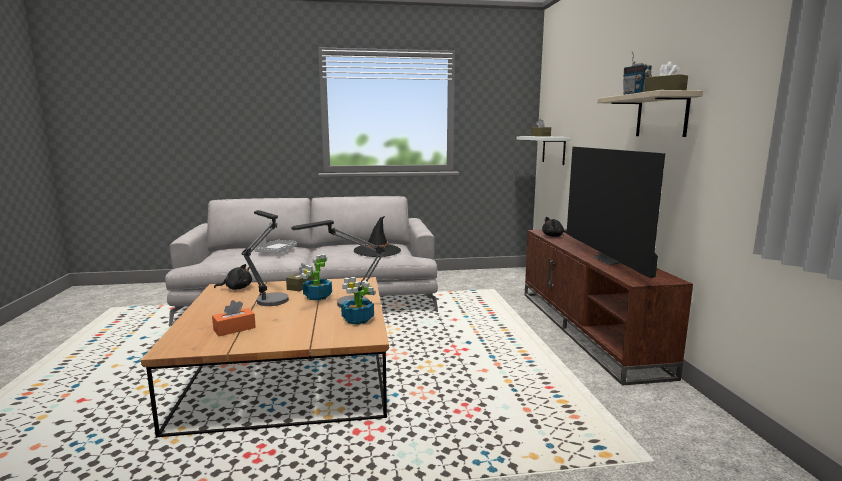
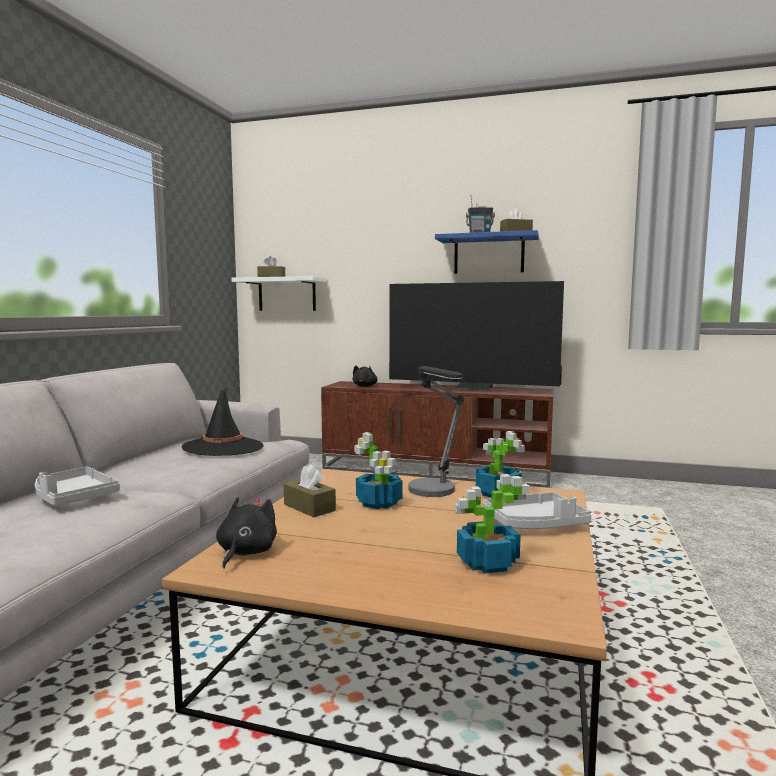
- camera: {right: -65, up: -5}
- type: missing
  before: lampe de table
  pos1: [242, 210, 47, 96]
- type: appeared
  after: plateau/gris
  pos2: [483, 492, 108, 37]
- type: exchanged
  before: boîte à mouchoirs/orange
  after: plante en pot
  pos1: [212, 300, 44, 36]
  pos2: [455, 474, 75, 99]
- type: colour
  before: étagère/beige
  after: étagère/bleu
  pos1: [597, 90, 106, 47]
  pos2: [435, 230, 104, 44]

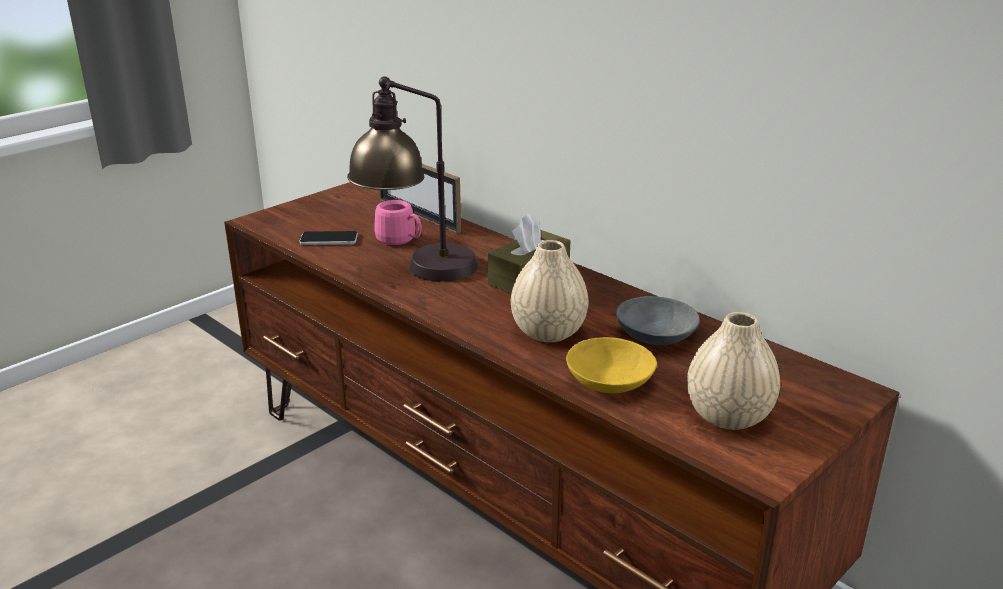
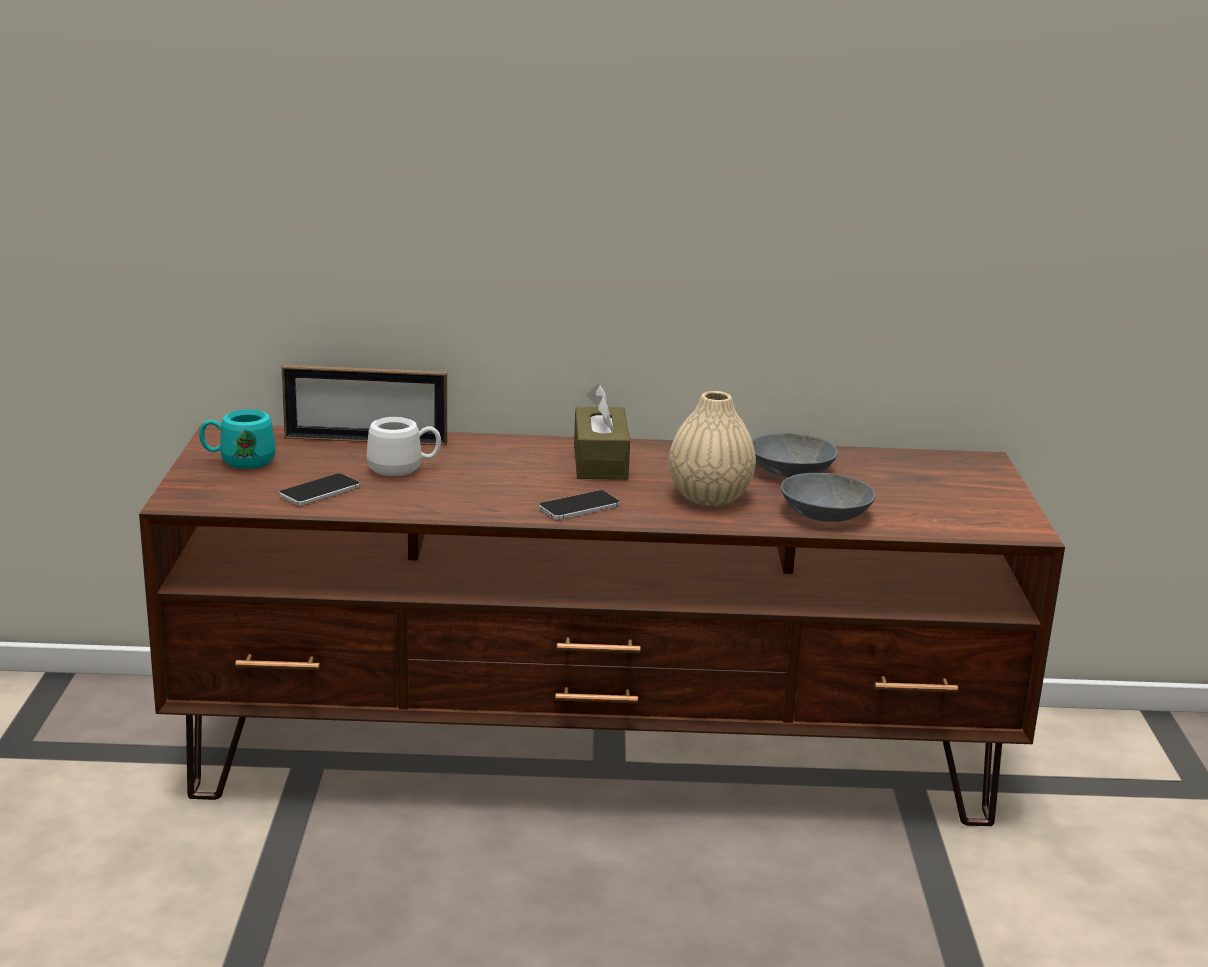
- camera: {right: -45, up: -5}
- type: missing
  before: lampe de table
  pos1: [347, 76, 131, 206]
- type: missing
  before: vase/beige
  pos1: [687, 312, 93, 118]
- type: appeared
  after: mug/turquoise
  pos2: [199, 409, 77, 60]
- type: appeared
  after: téléphone
  pos2: [539, 490, 81, 30]
- type: colour
  before: mug/rose
  after: mug/blanc
  pos1: [374, 200, 48, 45]
  pos2: [367, 417, 74, 59]
- type: colour
  before: bol/jaune
  after: bol/gris
  pos1: [566, 337, 91, 56]
  pos2: [781, 473, 95, 49]

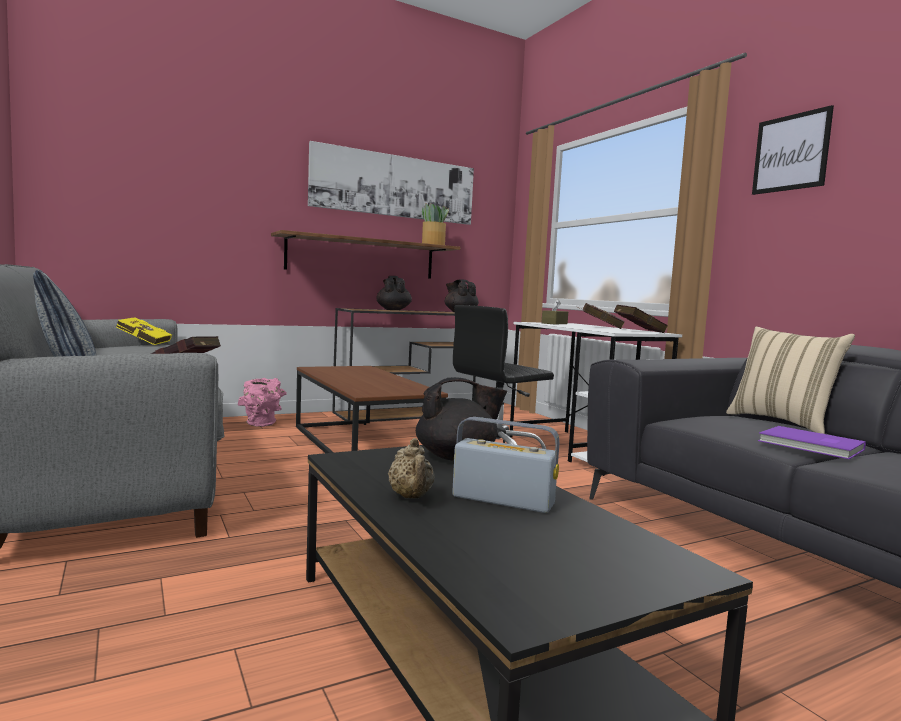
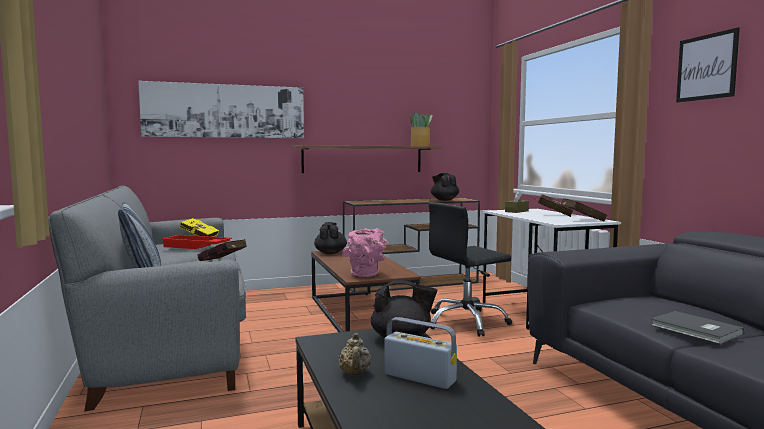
- camera: {right: 10, up: 0}
- type: missing
  before: coussin/beige
  pos1: [726, 327, 129, 107]
- type: appeared
  after: plateau/rouge
  pos2: [161, 235, 71, 14]
- type: relocated
  before: vase/rose
  pos1: [238, 378, 49, 49]
  pos2: [342, 228, 47, 49]
- type: relocated
  before: tableau
  pos1: [308, 141, 166, 84]
  pos2: [138, 81, 166, 57]
- type: relocated
  before: théière/noir
  pos1: [376, 276, 36, 34]
  pos2: [314, 222, 33, 32]
- type: colour
  before: livre/violet
  after: livre/gris
  pos1: [758, 426, 108, 33]
  pos2: [651, 311, 93, 33]

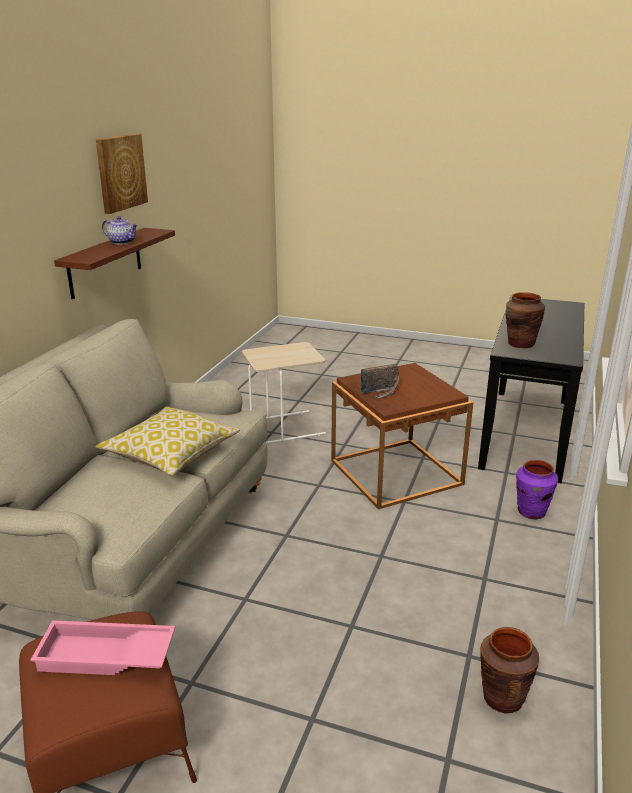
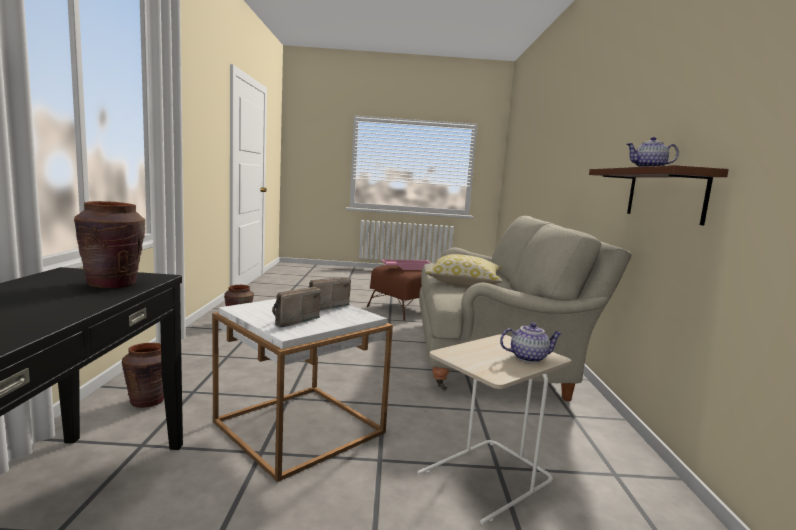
- camera: {right: 160, up: -15}
- type: missing
  before: tableau
  pos1: [96, 134, 52, 80]
- type: appeared
  after: radio
  pos2: [272, 287, 49, 41]
- type: appeared
  after: théière
  pos2: [500, 322, 62, 41]
- type: colour
  before: table d'appoint/marron
  after: table d'appoint/blanc
  pos1: [331, 363, 142, 146]
  pos2: [212, 299, 181, 183]
- type: colour
  before: vase/violet
  after: vase/marron
  pos1: [516, 460, 42, 59]
  pos2: [121, 343, 43, 65]

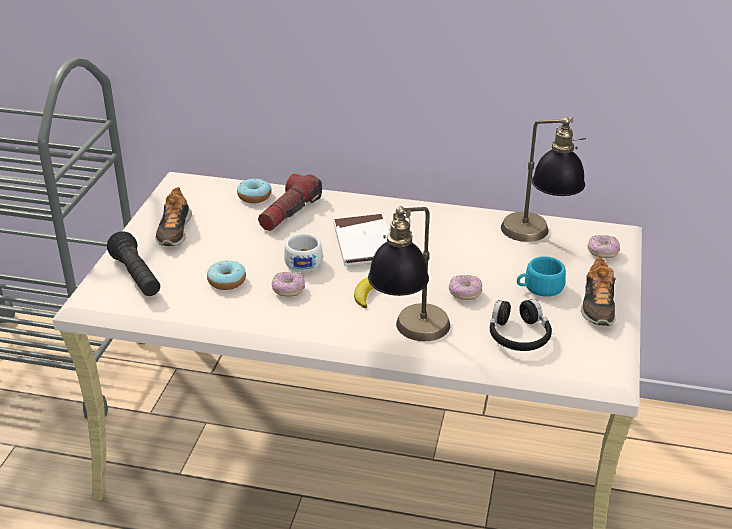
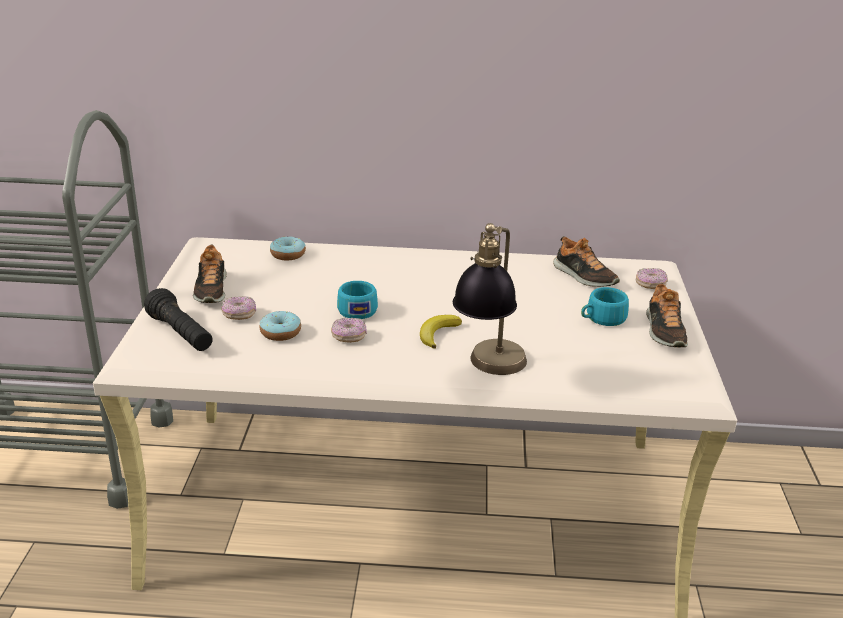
- camera: {right: -10, up: -5}
- type: missing
  before: lampe de poche
  pos1: [258, 174, 64, 57]
- type: missing
  before: livre/blanc
  pos1: [333, 214, 56, 52]
- type: missing
  before: casque audio/noir
  pos1: [490, 299, 62, 52]
- type: relocated
  before: beignet
  pos1: [449, 275, 33, 25]
  pos2: [221, 296, 35, 24]
- type: exchanged
  before: lampe de table
  after: chaussure
  pos1: [501, 116, 85, 126]
  pos2: [553, 236, 67, 51]
- type: colour
  before: tasse/blanc
  after: tasse/turquoise
  pos1: [284, 234, 39, 38]
  pos2: [337, 281, 41, 38]

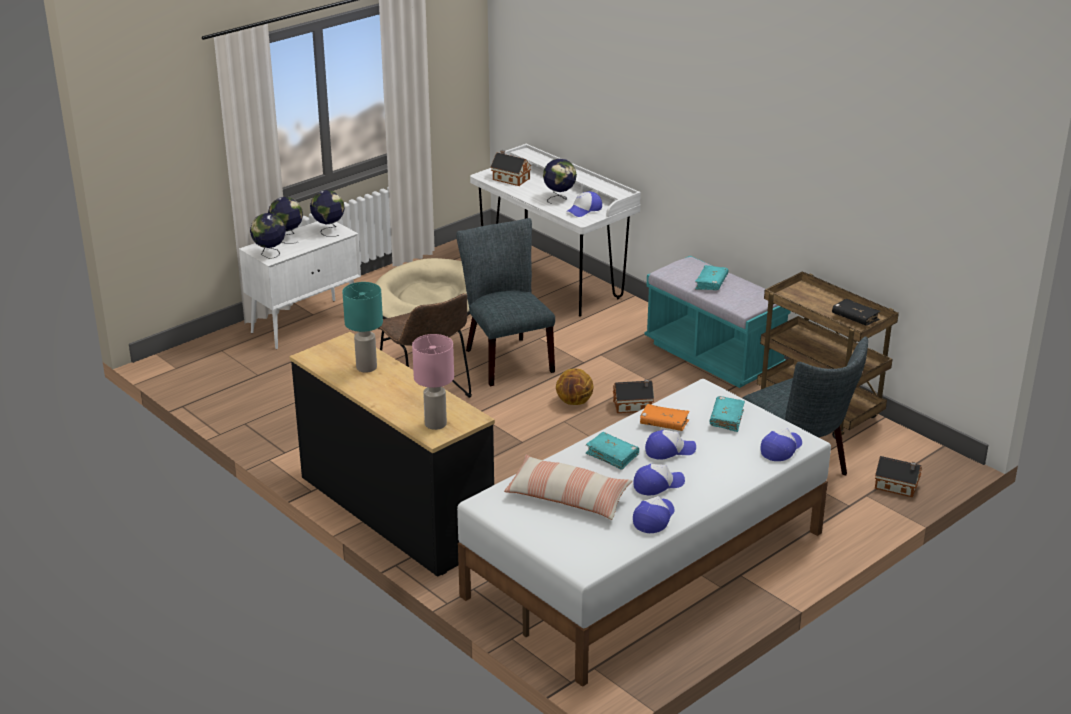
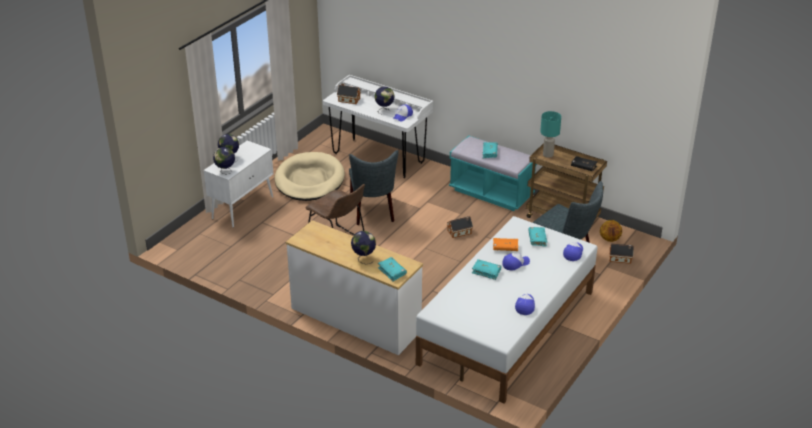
- camera: {right: -15, up: 5}
- type: missing
  before: coussin
  pos1: [504, 455, 128, 65]
- type: missing
  before: casquette
  pos1: [633, 464, 52, 32]
- type: relocated
  before: globe
  pos1: [310, 190, 35, 47]
  pos2: [351, 231, 25, 33]
- type: relocated
  before: lampe de table/turquoise
  pos1: [342, 282, 41, 91]
  pos2: [540, 111, 21, 47]
- type: relocated
  before: ballon de basket
  pos1: [556, 368, 38, 37]
  pos2: [600, 220, 22, 22]
- type: exchanged
  before: lampe de table/rose
  after: livre/turquoise
  pos1: [412, 334, 42, 96]
  pos2: [378, 257, 29, 25]
- type: colour
  before: commode/noir
  after: commode/blanc
  pos1: [289, 332, 206, 245]
  pos2: [286, 220, 137, 135]
- type: spun
  before: chaise/gris
  pos1: [456, 218, 99, 168]
  pos2: [349, 150, 50, 75]
  turn: -150

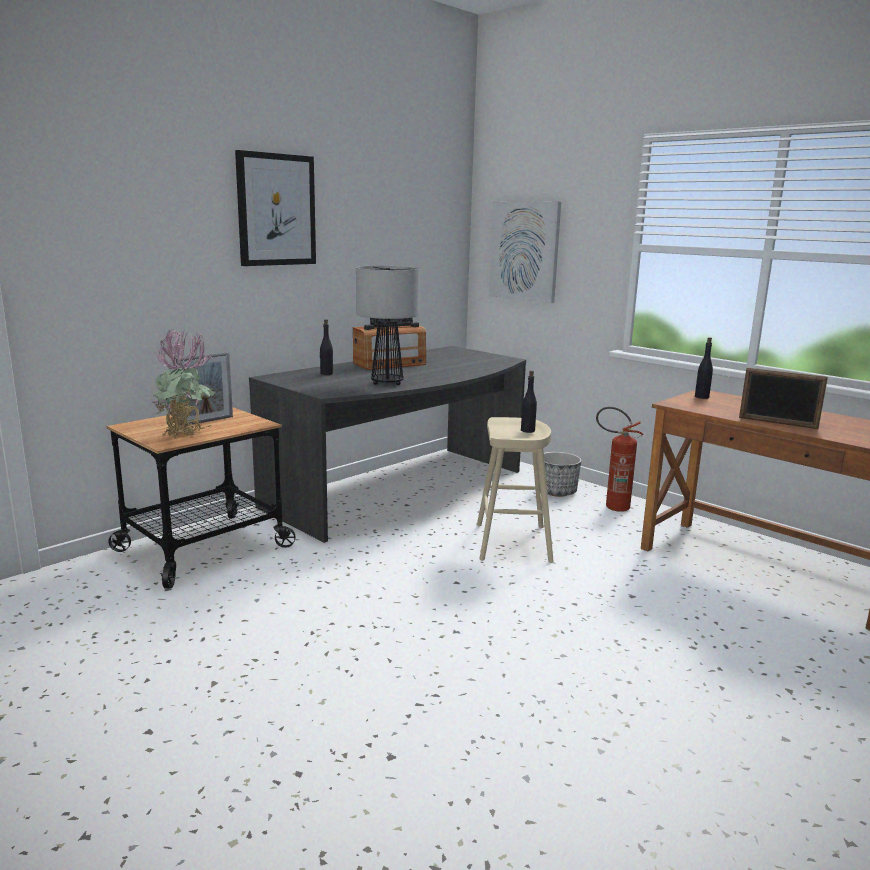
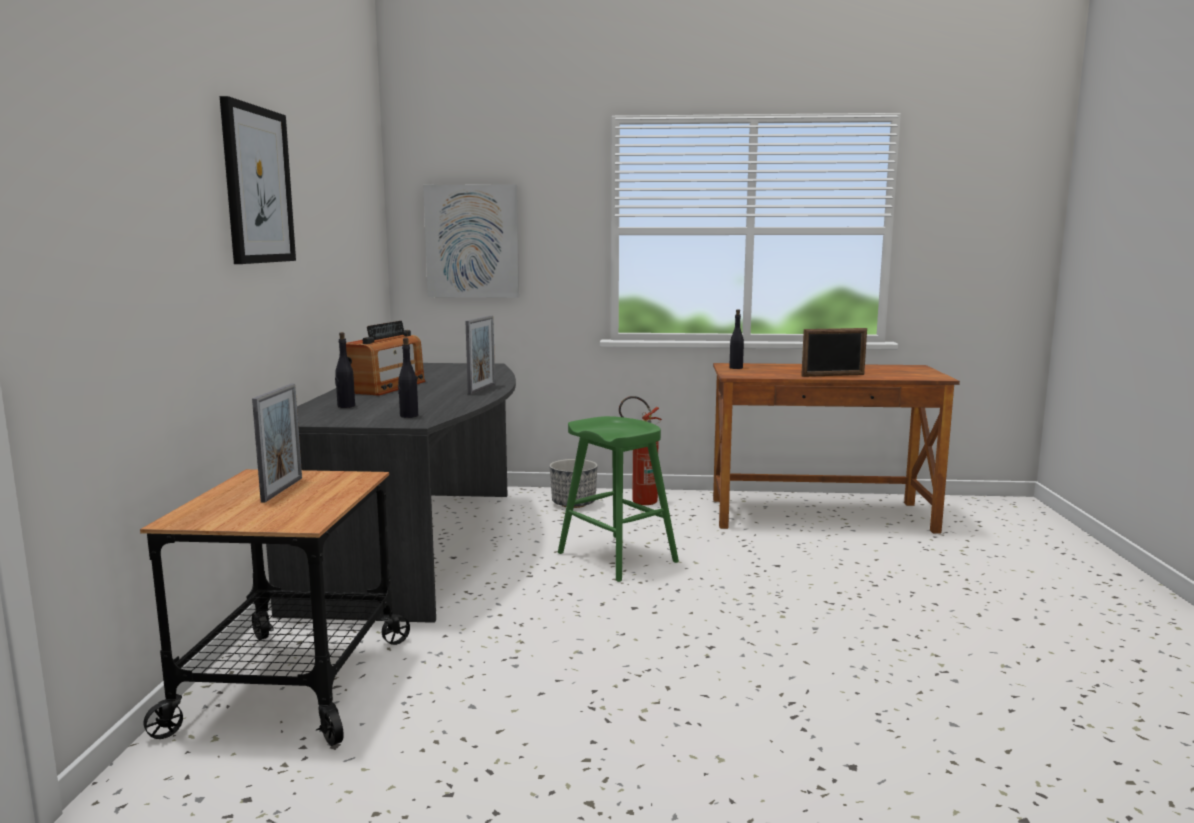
- camera: {right: -40, up: -5}
- type: missing
  before: plante en pot
  pos1: [151, 328, 65, 111]
- type: missing
  before: lampe de table
  pos1: [356, 266, 64, 119]
- type: appeared
  after: cadre photo
  pos2: [465, 316, 30, 79]
- type: relocated
  before: bouteille/noir
  pos1: [521, 371, 16, 62]
  pos2: [398, 338, 20, 80]
- type: colour
  before: tabouret/beige
  after: tabouret/vert
  pos1: [477, 417, 77, 146]
  pos2: [558, 416, 121, 166]

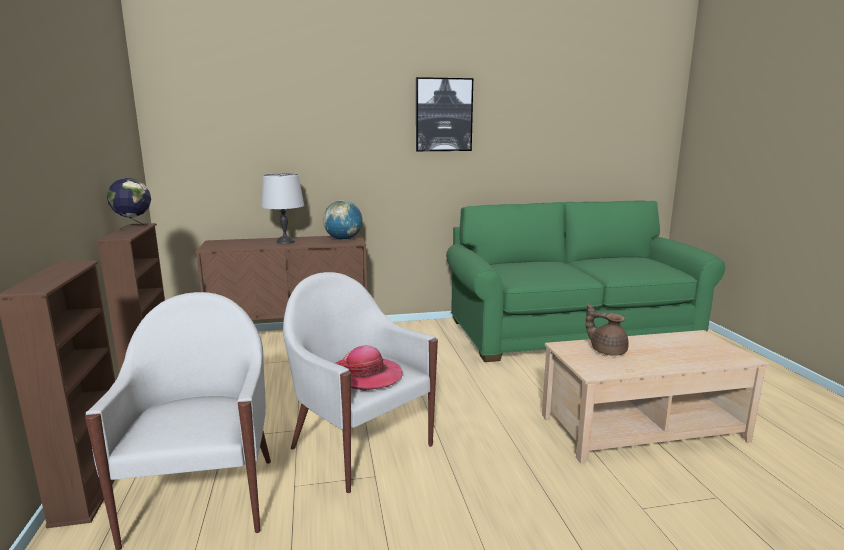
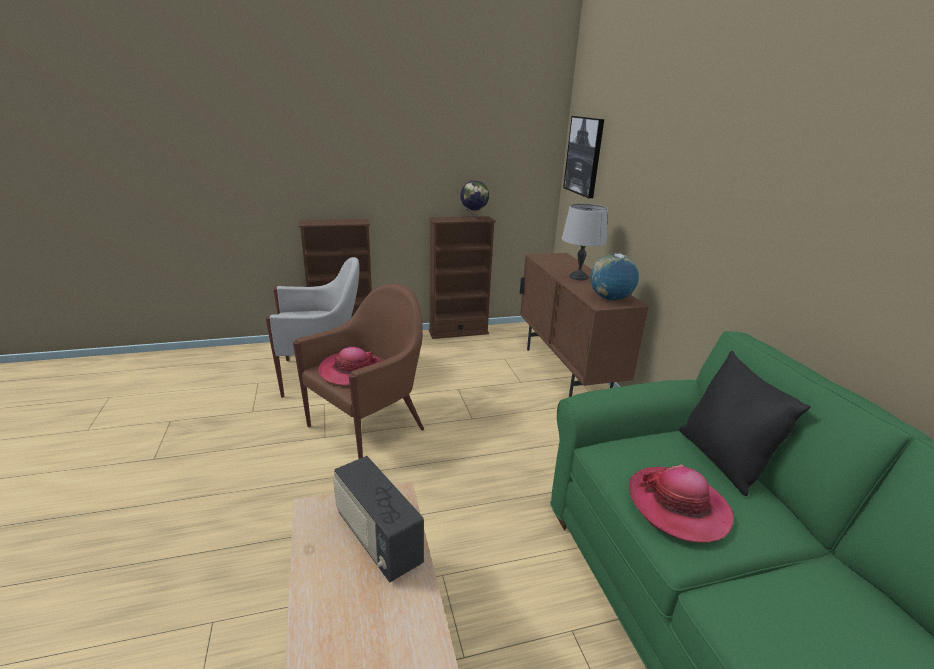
- camera: {right: 85, up: 10}
- type: appeared
  after: chapeau
  pos2: [629, 465, 105, 77]
- type: appeared
  after: coussin/noir
  pos2: [680, 351, 130, 145]
- type: relocated
  before: tableau
  pos1: [416, 77, 57, 74]
  pos2: [563, 116, 41, 82]
- type: exchanged
  before: théière/marron
  after: radio
  pos1: [586, 303, 43, 53]
  pos2: [333, 456, 91, 126]
- type: colour
  before: fauteuil/blanc
  after: fauteuil/marron
  pos1: [283, 272, 155, 221]
  pos2: [293, 284, 131, 175]

